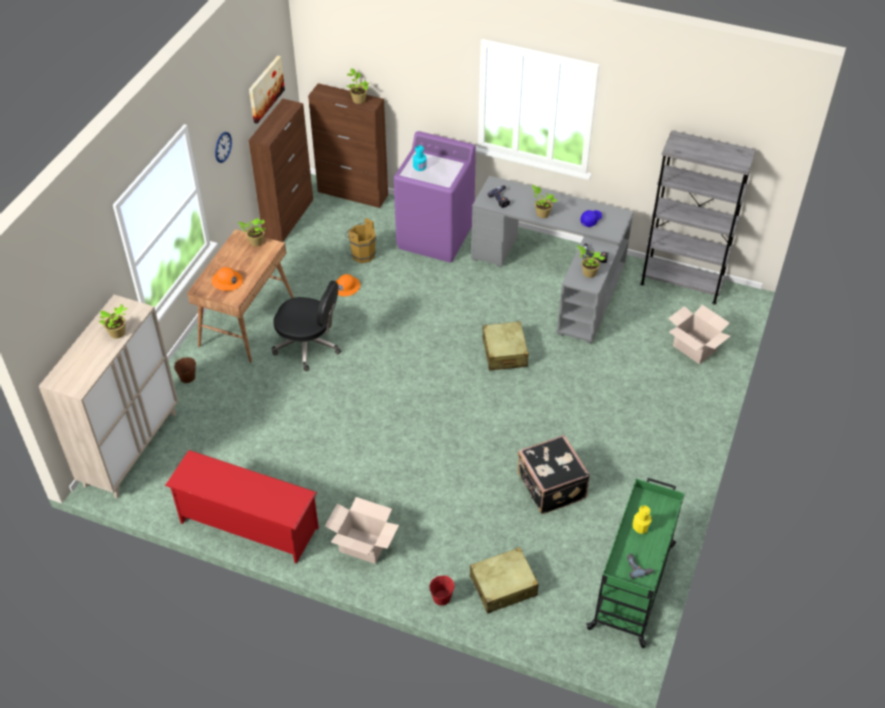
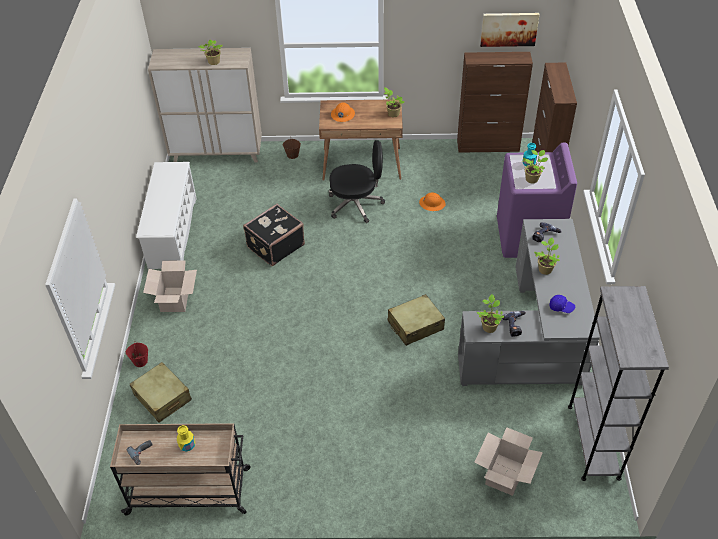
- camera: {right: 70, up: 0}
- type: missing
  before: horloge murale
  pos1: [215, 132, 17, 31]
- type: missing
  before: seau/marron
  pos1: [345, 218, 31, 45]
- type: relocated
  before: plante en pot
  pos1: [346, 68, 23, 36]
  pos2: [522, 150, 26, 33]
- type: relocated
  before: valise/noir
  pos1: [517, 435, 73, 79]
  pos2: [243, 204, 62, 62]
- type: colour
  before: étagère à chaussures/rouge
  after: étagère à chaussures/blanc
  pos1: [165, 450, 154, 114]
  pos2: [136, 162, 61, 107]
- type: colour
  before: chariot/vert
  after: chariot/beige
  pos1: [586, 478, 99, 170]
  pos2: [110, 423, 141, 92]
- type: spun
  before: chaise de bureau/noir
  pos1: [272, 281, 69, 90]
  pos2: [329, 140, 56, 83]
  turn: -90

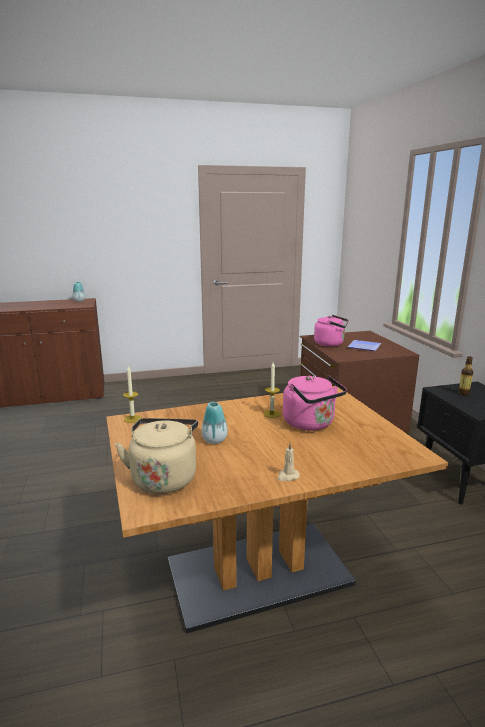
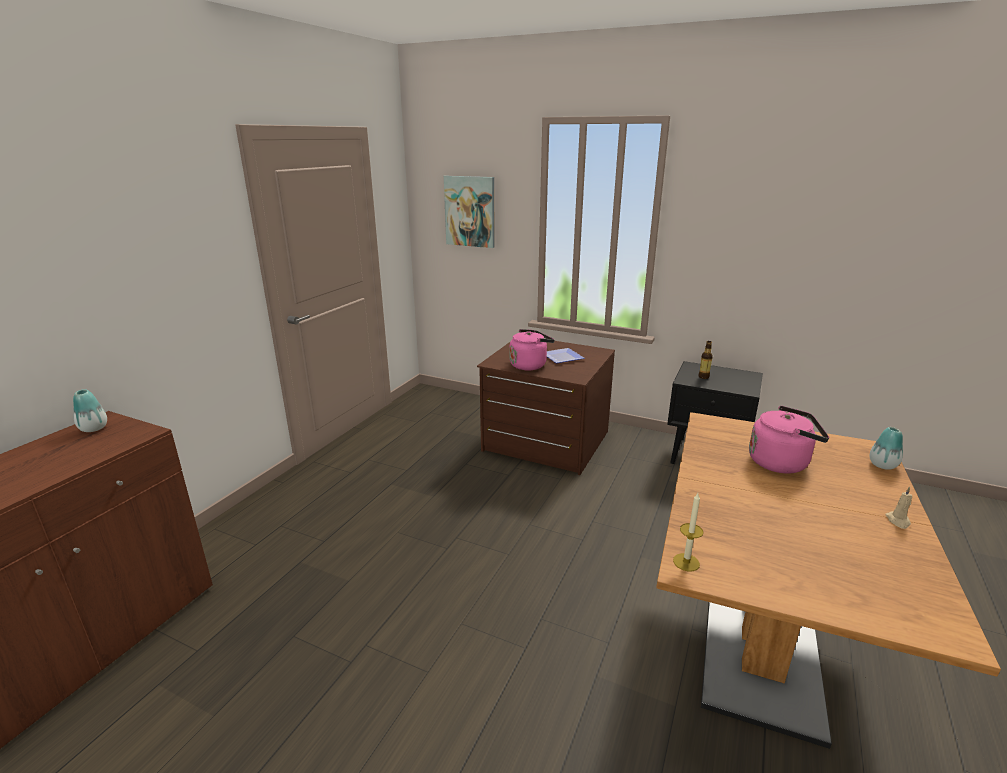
- camera: {right: -50, up: 5}
- type: missing
  before: bouilloire/beige
  pos1: [115, 418, 83, 76]
- type: missing
  before: bougie
  pos1: [263, 362, 17, 56]
- type: appeared
  after: tableau
  pos2: [444, 176, 51, 72]
- type: relocated
  before: vase
  pos1: [201, 402, 27, 42]
  pos2: [870, 427, 33, 43]

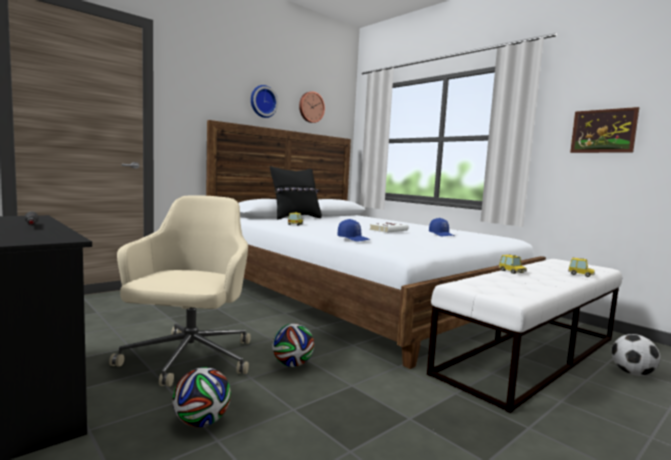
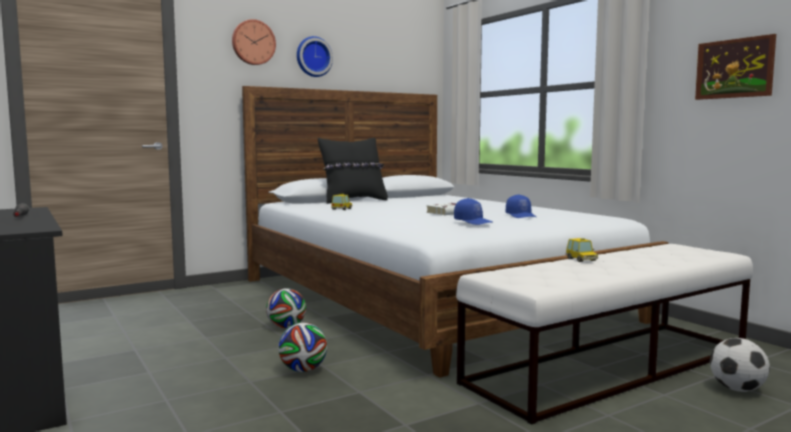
- camera: {right: 10, up: 0}
- type: missing
  before: chaise de bureau/beige
  pos1: [109, 195, 142, 192]
- type: missing
  before: petite voiture
  pos1: [568, 258, 27, 19]
- type: relocated
  before: ballon de foot
  pos1: [172, 367, 59, 60]
  pos2: [266, 288, 40, 40]
- type: relocated
  before: horloge murale
  pos1: [299, 91, 26, 32]
  pos2: [232, 19, 44, 46]
- type: relocated
  before: casquette/bleu
  pos1: [338, 219, 32, 22]
  pos2: [454, 198, 38, 27]

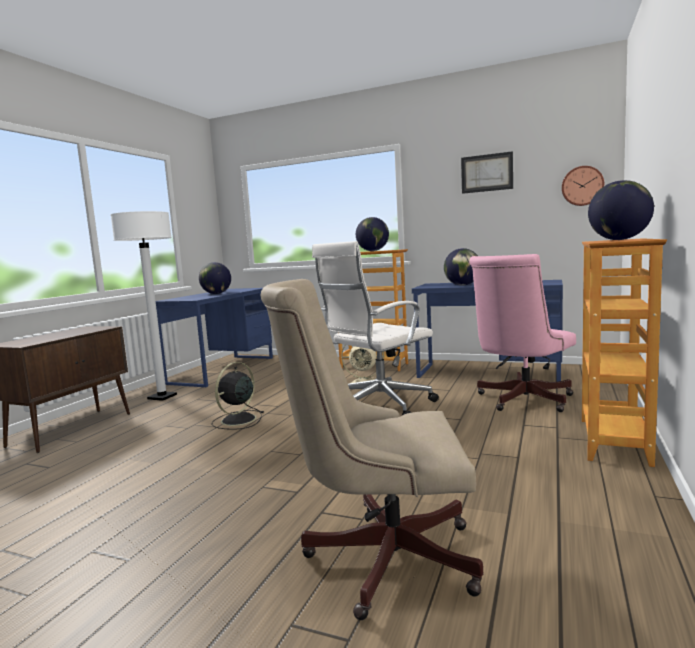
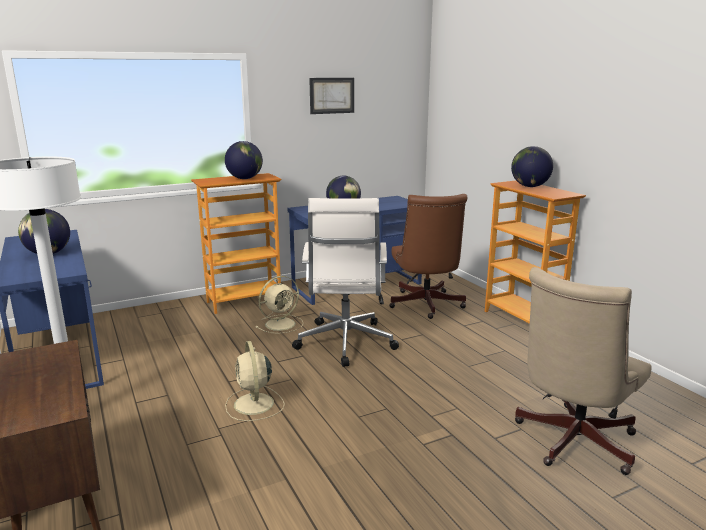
- camera: {right: -50, up: 10}
- type: missing
  before: horloge murale
  pos1: [562, 166, 42, 40]
- type: colour
  before: ventilateur/noir
  after: ventilateur/beige
  pos1: [211, 362, 53, 68]
  pos2: [225, 341, 60, 80]
- type: colour
  before: chaise de bureau/rose
  after: chaise de bureau/marron
  pos1: [469, 254, 107, 158]
  pos2: [389, 194, 78, 125]

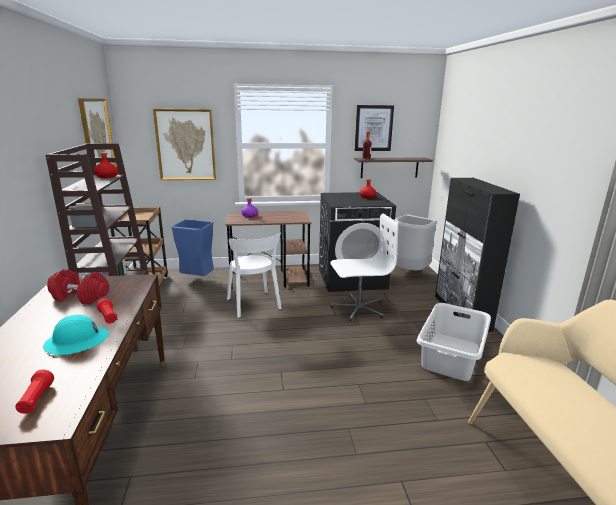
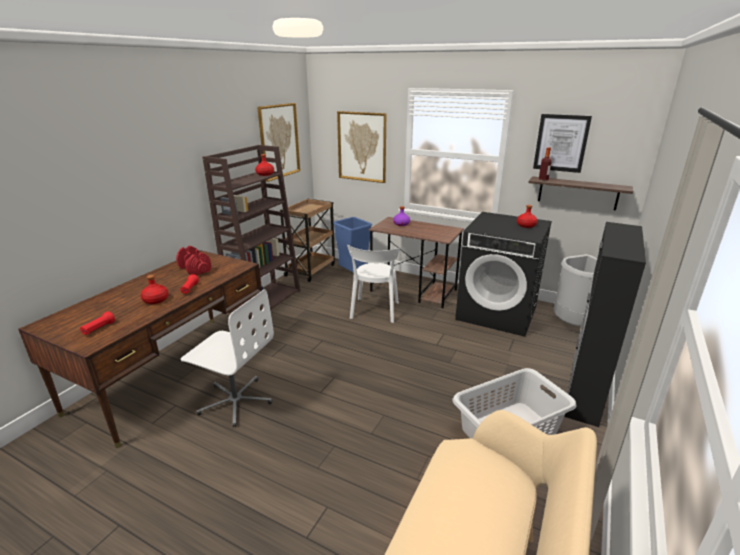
- camera: {right: 35, up: 5}
- type: relocated
  before: chaise de bureau/blanc
  pos1: [330, 213, 68, 109]
  pos2: [181, 289, 93, 138]
- type: exchanged
  before: casque de chantier/turquoise
  after: bouteille/rouge
  pos1: [43, 315, 66, 40]
  pos2: [141, 275, 28, 29]

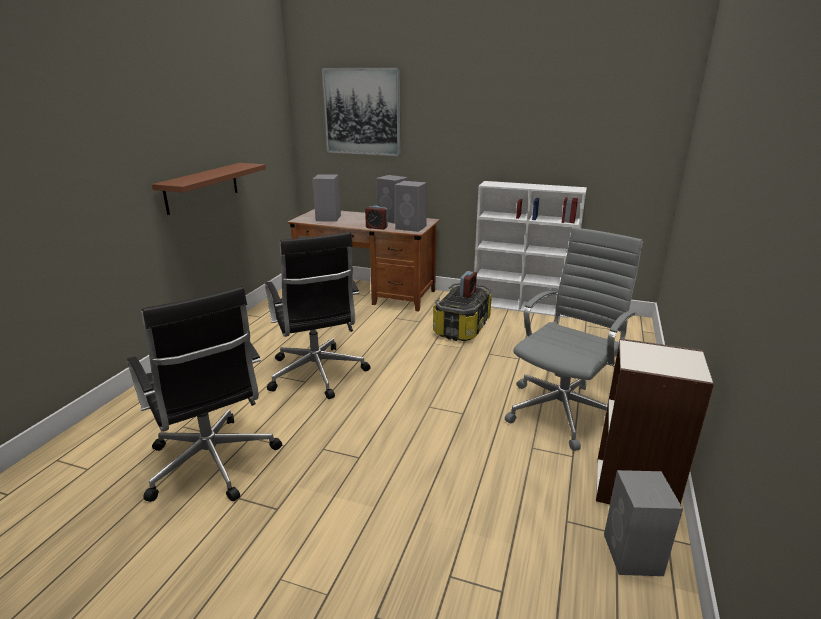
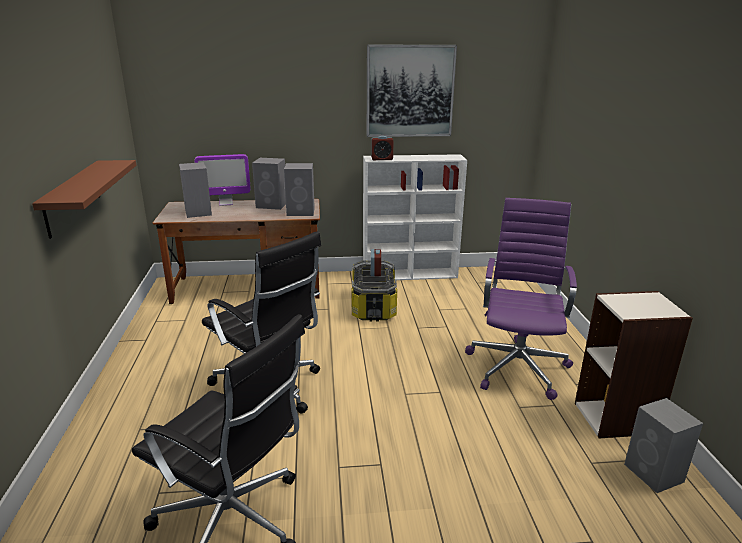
- camera: {right: -25, up: 0}
- type: appeared
  after: écran d'ordinateur
  pos2: [194, 154, 57, 52]
- type: relocated
  before: tableau
  pos1: [322, 68, 79, 88]
  pos2: [367, 44, 90, 93]
- type: relocated
  before: réveil
  pos1: [365, 206, 23, 24]
  pos2: [371, 136, 23, 24]
- type: colour
  before: chaise de bureau/gris
  after: chaise de bureau/violet
  pos1: [505, 227, 138, 224]
  pos2: [465, 198, 112, 202]

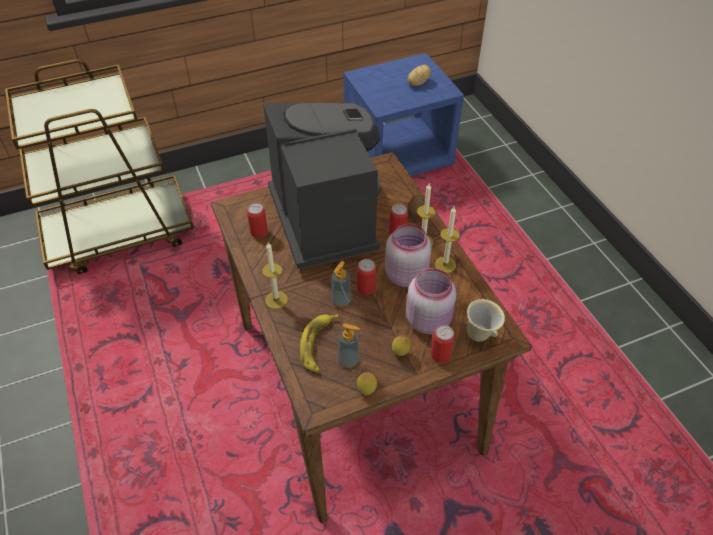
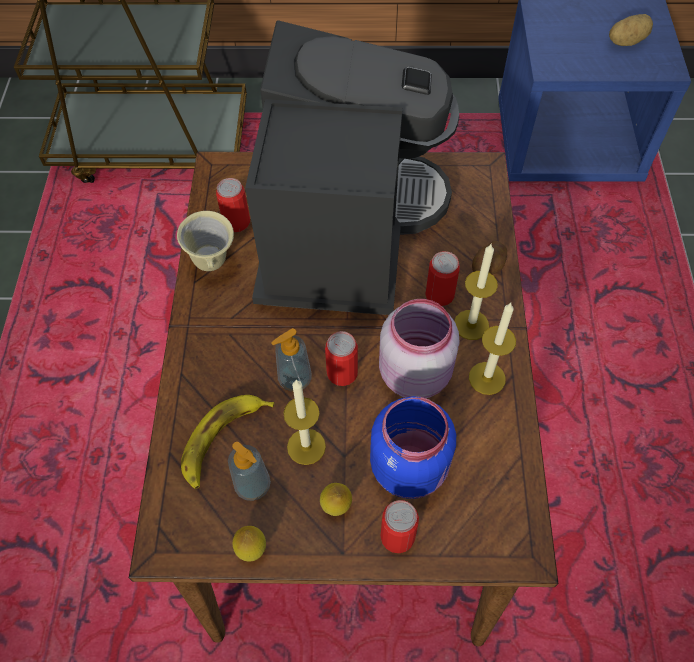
- camera: {right: 25, up: 10}
- type: relocated
  before: bougie
  pos1: [262, 242, 26, 67]
  pos2: [283, 379, 43, 86]
- type: relocated
  before: mug/beige
  pos1: [467, 299, 38, 43]
  pos2: [177, 211, 57, 60]
- type: colour
  before: bocal/rose
  after: bocal/bleu
  pos1: [406, 268, 51, 67]
  pos2: [370, 396, 86, 103]

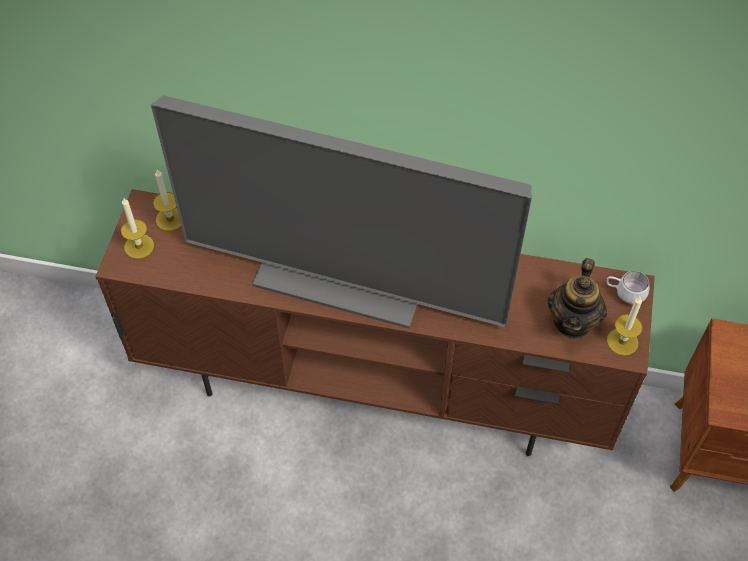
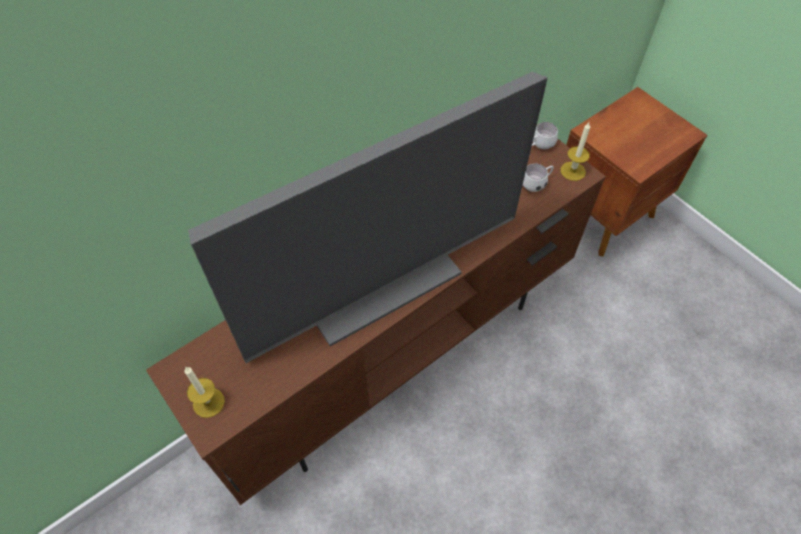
- camera: {right: -50, up: 0}
- type: missing
  before: bougie
  pos1: [153, 170, 28, 61]
- type: exchanged
  before: théière
  after: mug/blanc
  pos1: [548, 258, 59, 81]
  pos2: [523, 163, 31, 29]

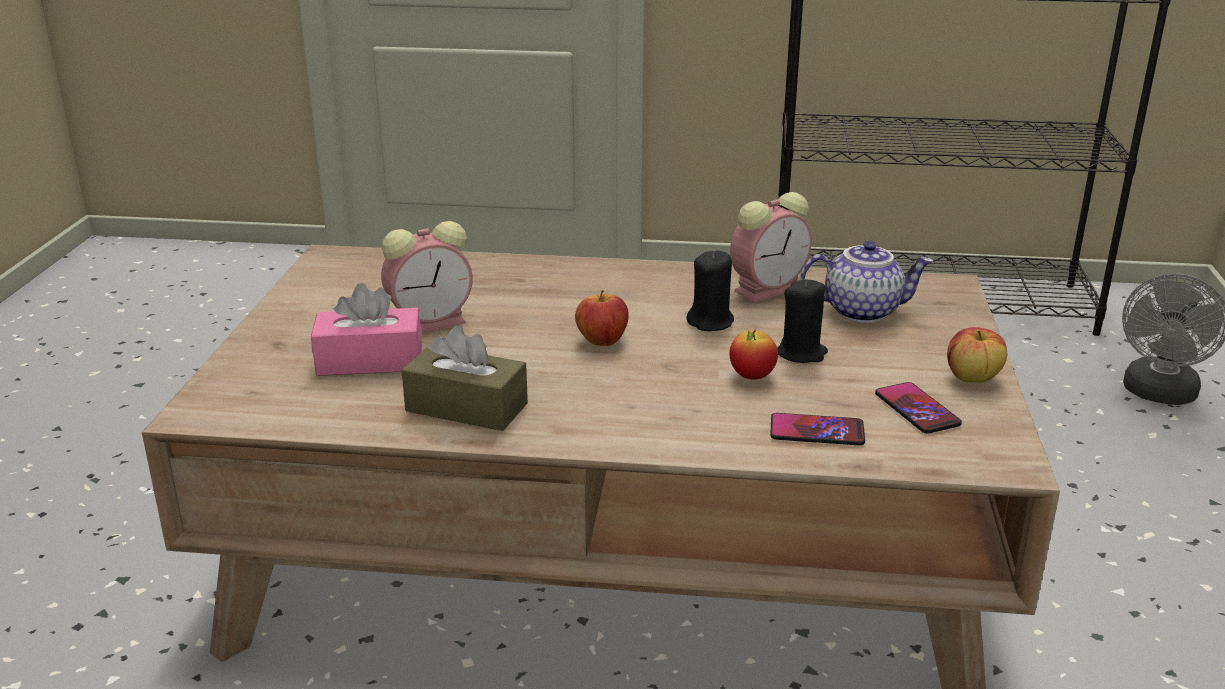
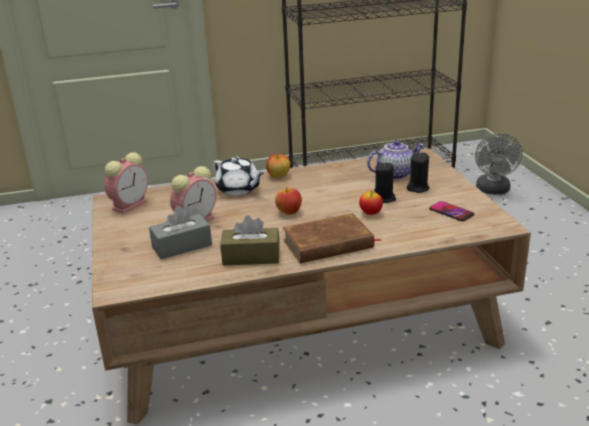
- camera: {right: -20, up: 0}
- type: missing
  before: téléphone
  pos1: [770, 413, 95, 33]
- type: appeared
  after: théière/blanc
  pos2: [213, 157, 51, 39]
- type: appeared
  after: livre/marron
  pos2: [283, 213, 99, 50]
- type: relocated
  before: bougie/noir
  pos1: [686, 250, 48, 81]
  pos2: [407, 152, 23, 41]
- type: relocated
  before: réveil
  pos1: [730, 192, 82, 110]
  pos2: [104, 153, 44, 61]
- type: relocated
  before: pomme
  pos1: [947, 327, 60, 56]
  pos2: [266, 154, 24, 24]
- type: colour
  before: boîte à mouchoirs/rose
  after: boîte à mouchoirs/gris
  pos1: [311, 283, 111, 93]
  pos2: [149, 206, 63, 53]

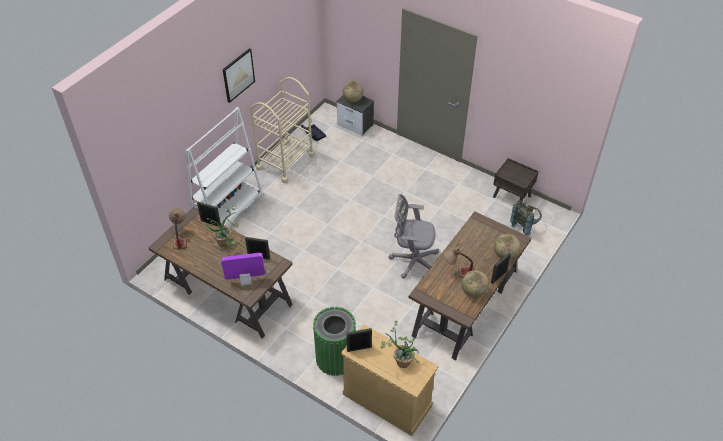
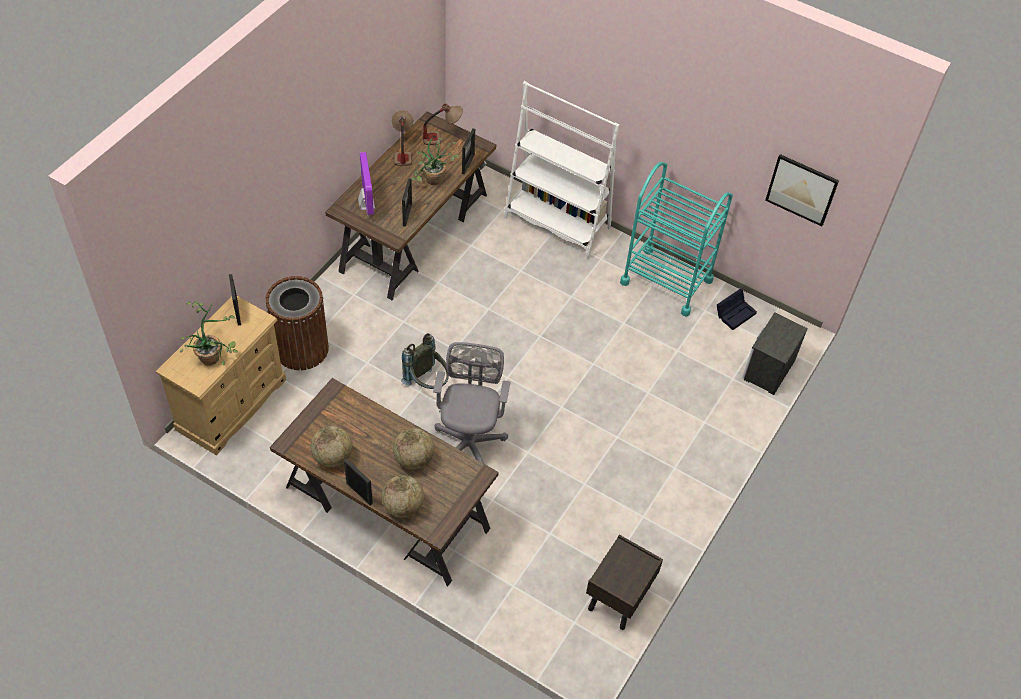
- camera: {right: 85, up: 5}
- type: relocated
  before: tableau
  pos1: [223, 48, 32, 55]
  pos2: [765, 154, 74, 72]
- type: relocated
  before: globe
  pos1: [343, 81, 21, 21]
  pos2: [393, 428, 41, 42]
- type: relocated
  before: lampe de table
  pos1: [443, 249, 30, 29]
  pos2: [392, 110, 21, 55]
- type: relocated
  before: sac à dos/gris
  pos1: [510, 200, 32, 37]
  pos2: [401, 333, 48, 56]
- type: colour
  before: chariot/beige
  after: chariot/turquoise
  pos1: [250, 77, 65, 106]
  pos2: [620, 162, 113, 155]
- type: colour
  before: poubelle/vert
  after: poubelle/marron
  pos1: [313, 306, 43, 70]
  pos2: [266, 276, 63, 94]

